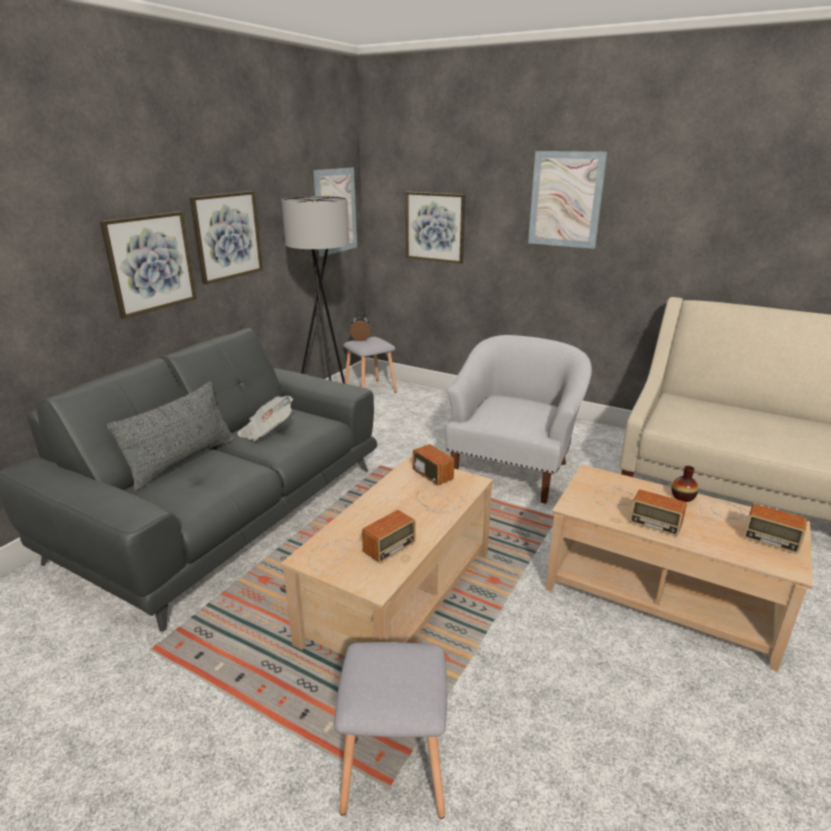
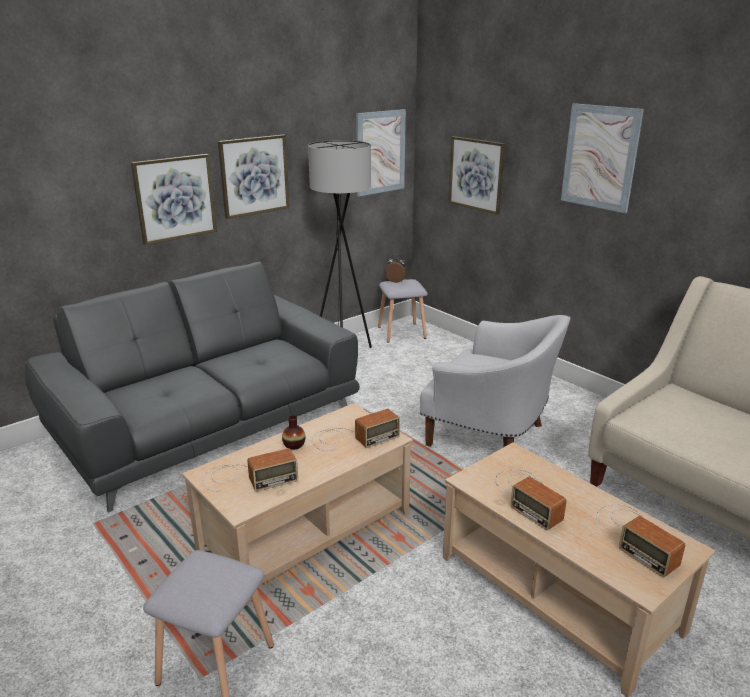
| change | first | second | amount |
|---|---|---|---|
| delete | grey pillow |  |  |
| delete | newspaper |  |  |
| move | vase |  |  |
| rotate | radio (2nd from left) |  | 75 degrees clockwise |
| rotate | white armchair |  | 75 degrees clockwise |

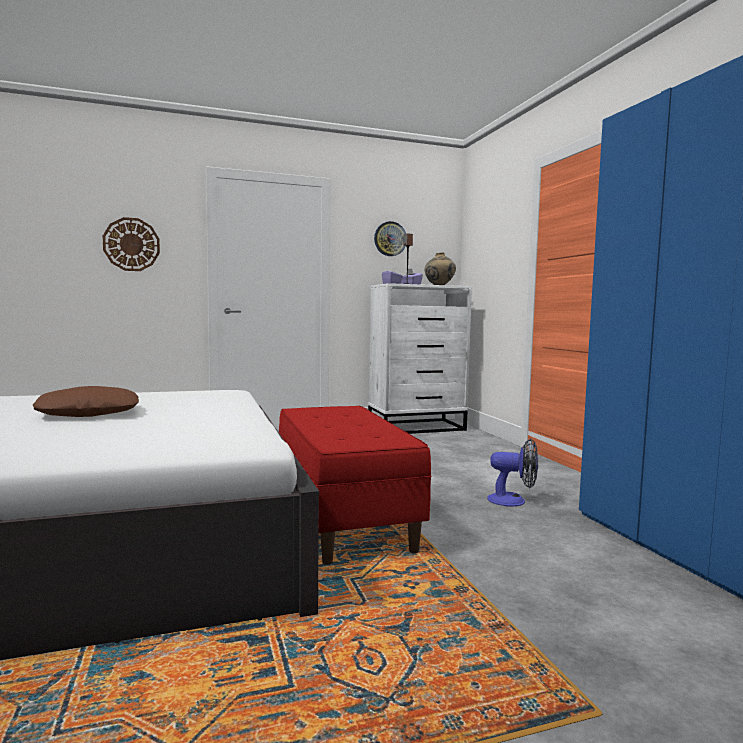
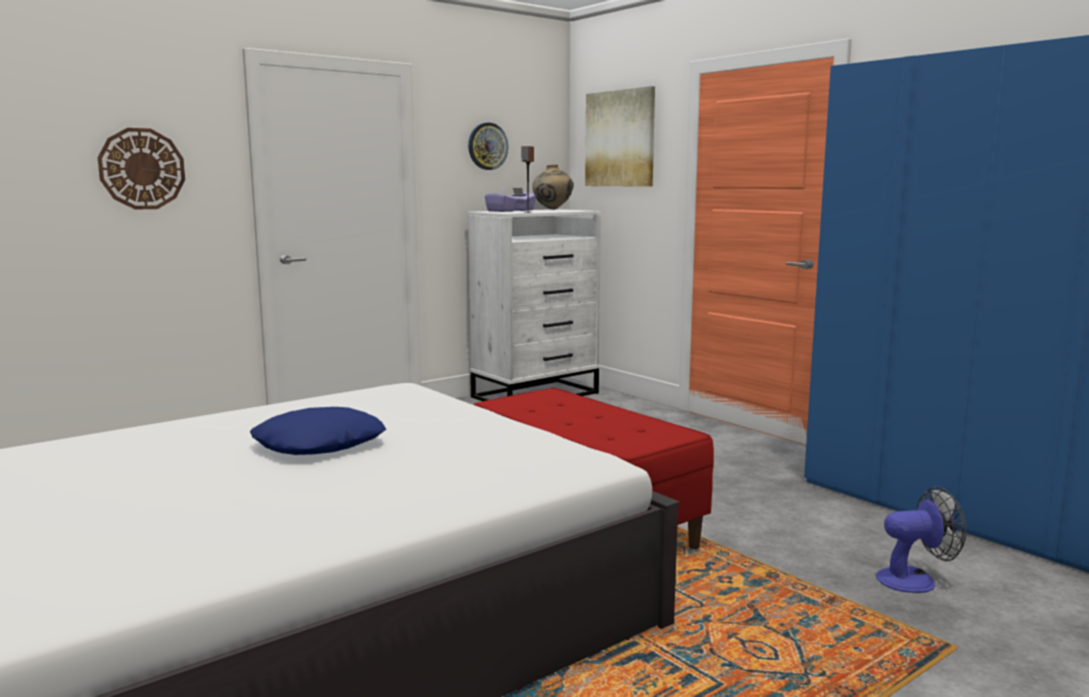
| change | first | second | amount |
|---|---|---|---|
| insert |  | picture |  |
| move | fan |  |  |
| recolor | brown pillow | blue pillow |  |

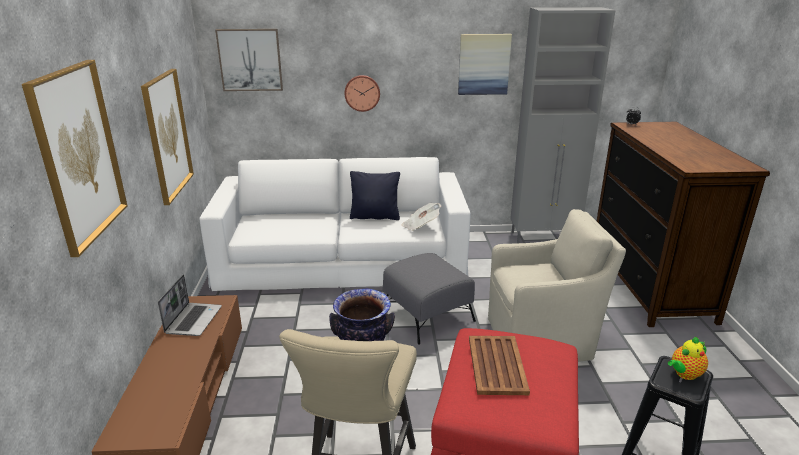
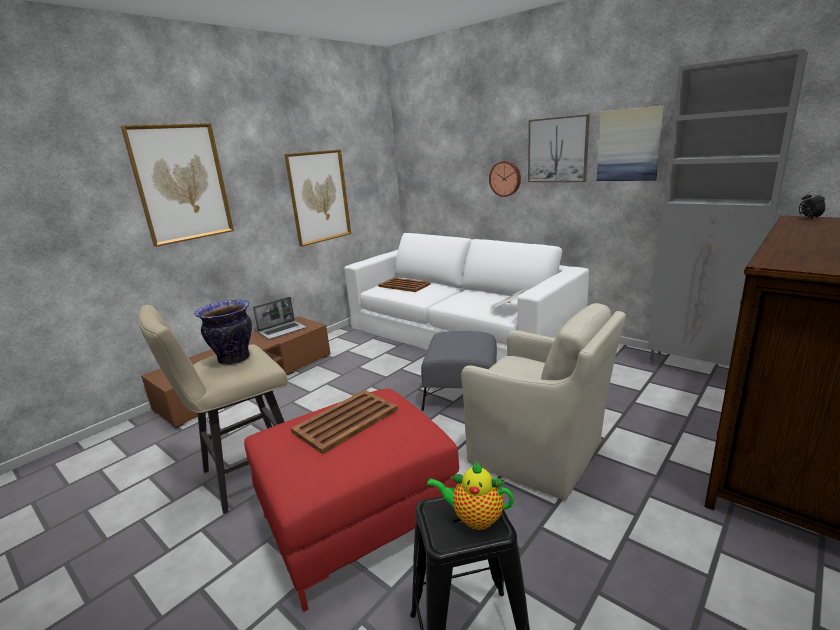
| change | first | second | amount |
|---|---|---|---|
| delete | black pillow |  |  |
| insert |  | brown tray (2nd from left) |  |
| move | picture (3rd from left) |  |  |

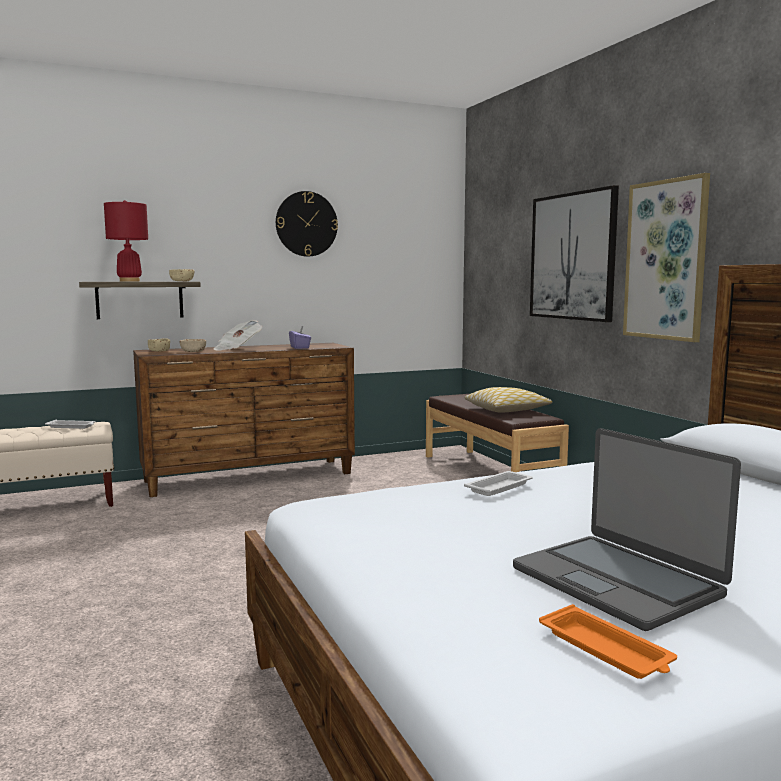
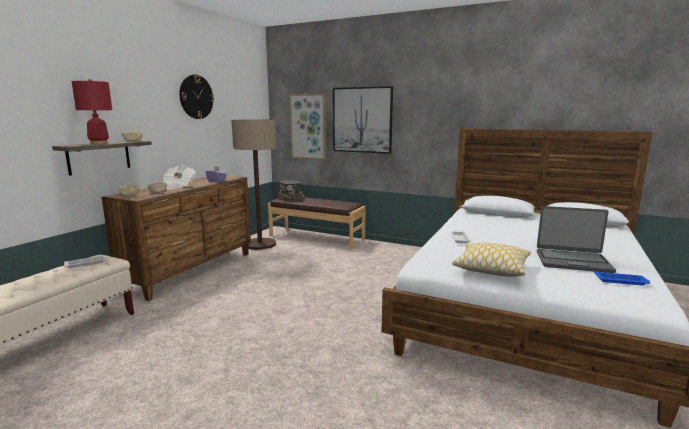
| change | first | second | amount |
|---|---|---|---|
| insert |  | floor lamp |  |
| insert |  | grey hat |  |
| move | pillow |  |  |
| move | picture (2nd from left in the first image) | picture (1st from left) |  |
| recolor | orange tray | blue tray |  |

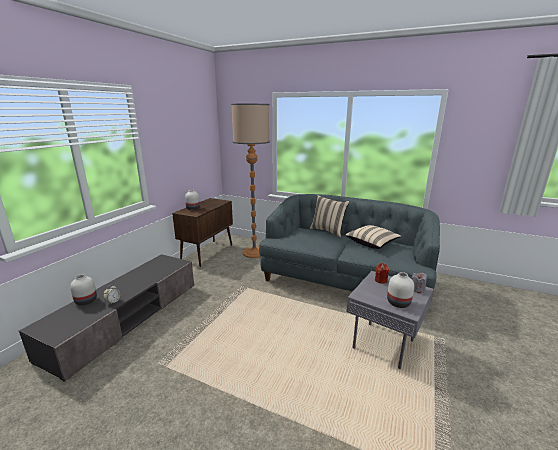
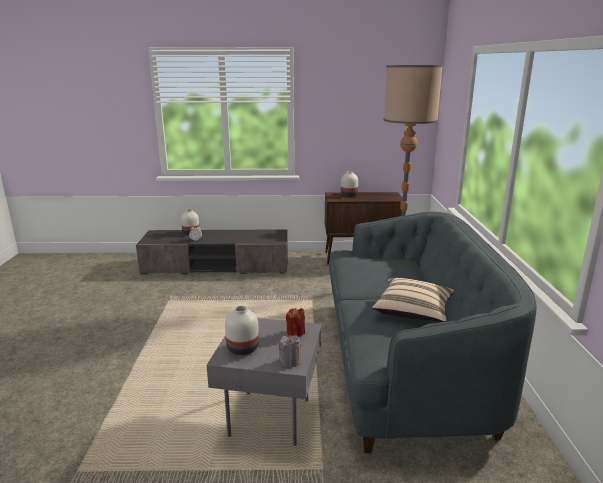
| change | first | second | amount |
|---|---|---|---|
| delete | beige pillow (1st from left) |  |  |

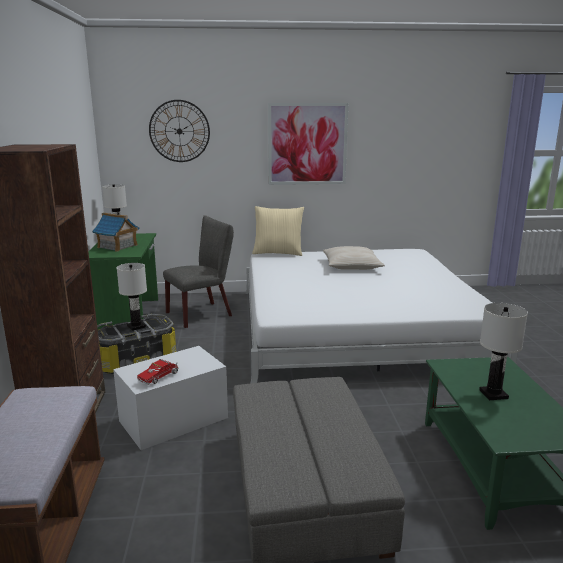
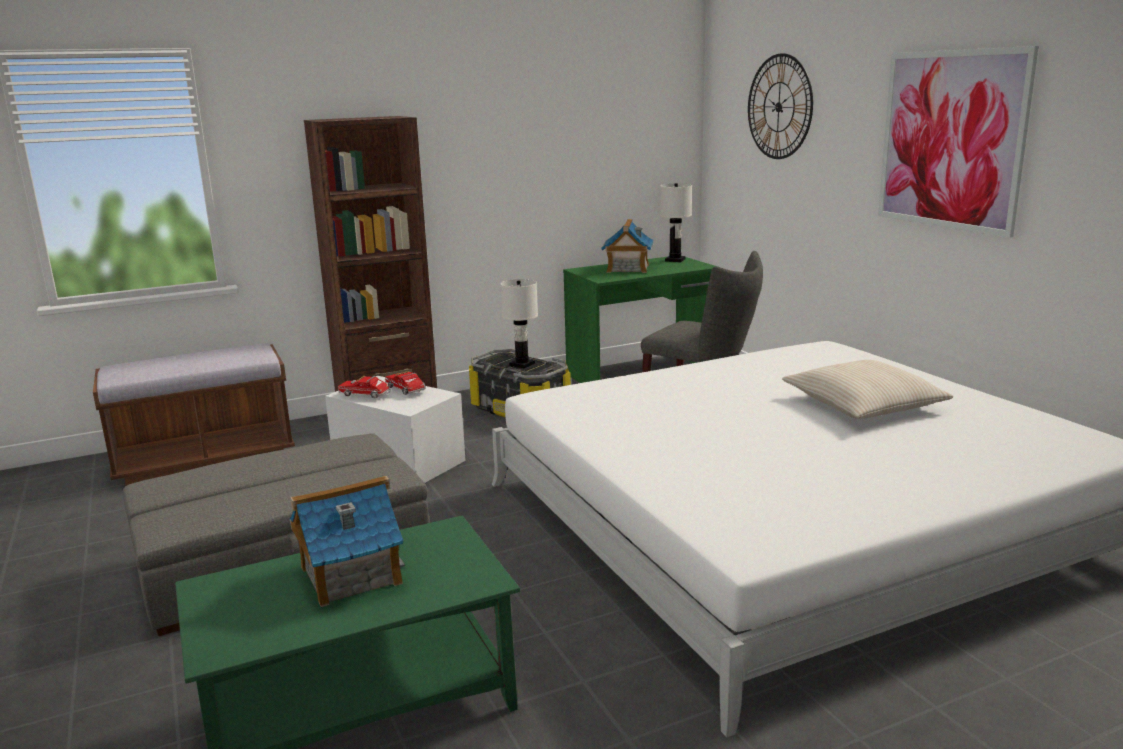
| change | first | second | amount |
|---|---|---|---|
| delete | beige pillow (1st from left) |  |  |
| insert |  | toy truck (2nd from left) |  |
| replace | white table lamp (3rd from left) | toy house (1st from left) |  |

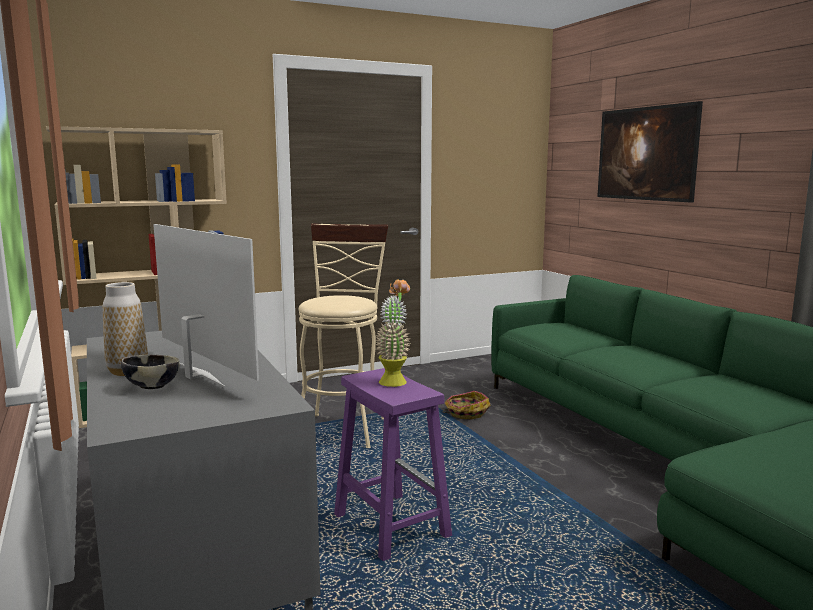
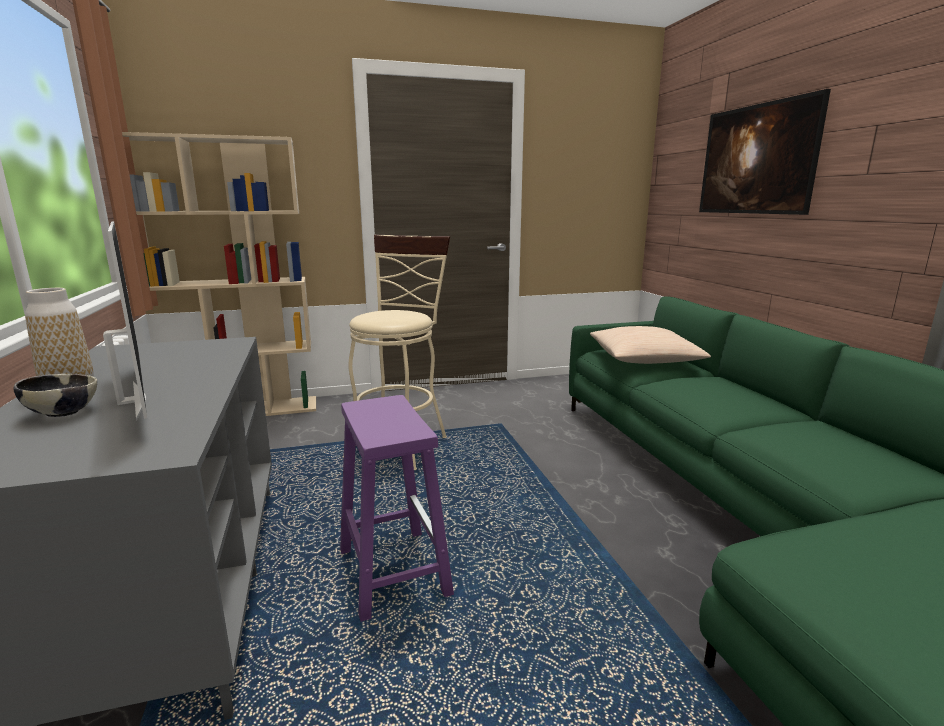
| change | first | second | amount |
|---|---|---|---|
| delete | potted plant |  |  |
| delete | basket |  |  |
| insert |  | beige pillow |  |

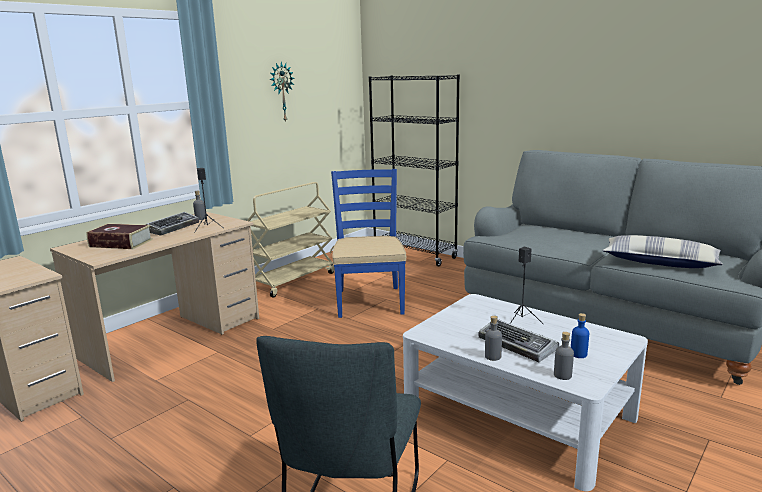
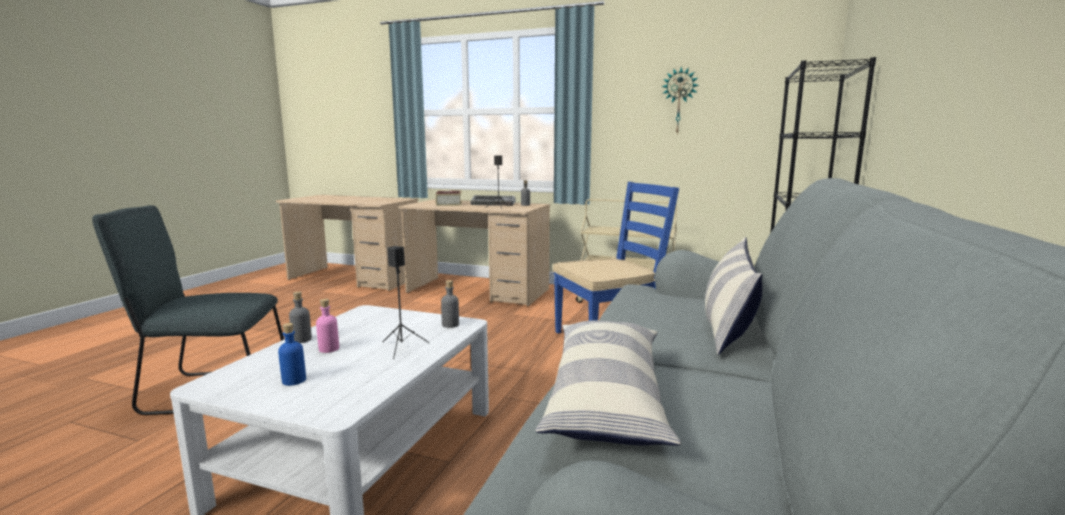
| change | first | second | amount |
|---|---|---|---|
| insert |  | pillow (2nd from left) |  |
| move | grey bottle (3rd from left in the first image) | grey bottle (2nd from left) |  |
| replace | keyboard (2nd from left) | pink bottle |  |

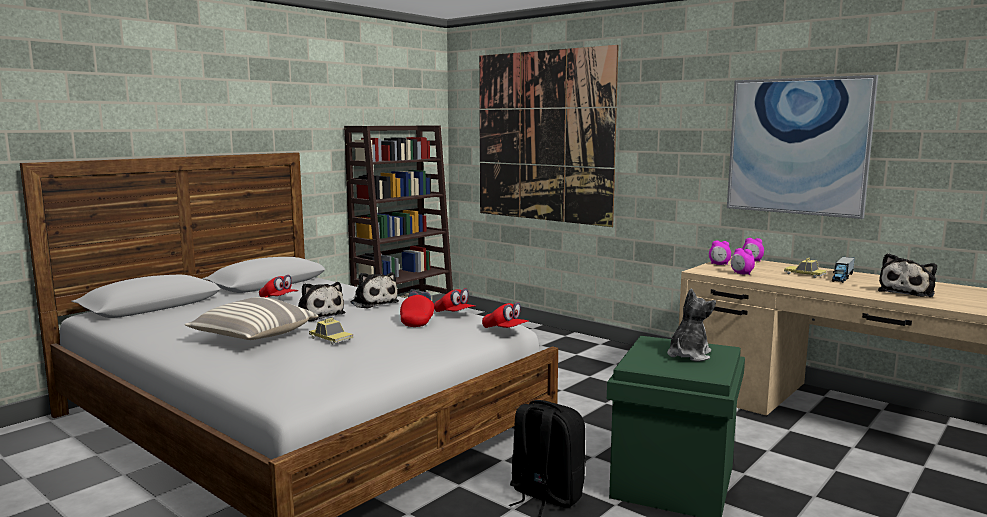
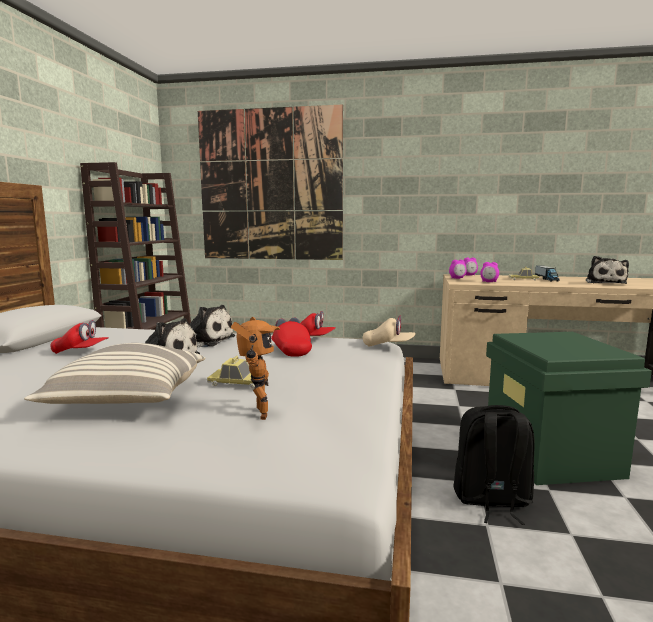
| change | first | second | amount |
|---|---|---|---|
| delete | plush toy (3rd from left) |  |  |
| delete | picture (2nd from left) |  |  |
| insert |  | toy robot |  |
| recolor | red cap (4th from left) | beige cap |  |

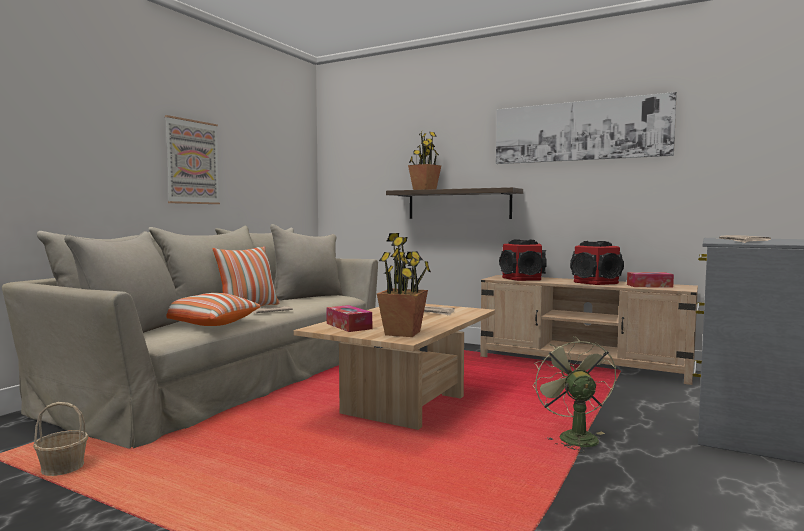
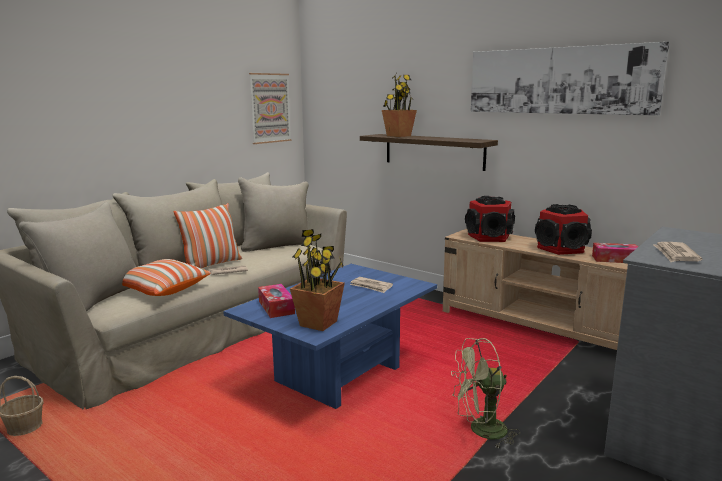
| change | first | second | amount |
|---|---|---|---|
| move | picture (1st from left) |  |  |
| recolor | beige coffee table | blue coffee table |  |
| rotate | green fan |  | 105 degrees counterclockwise |

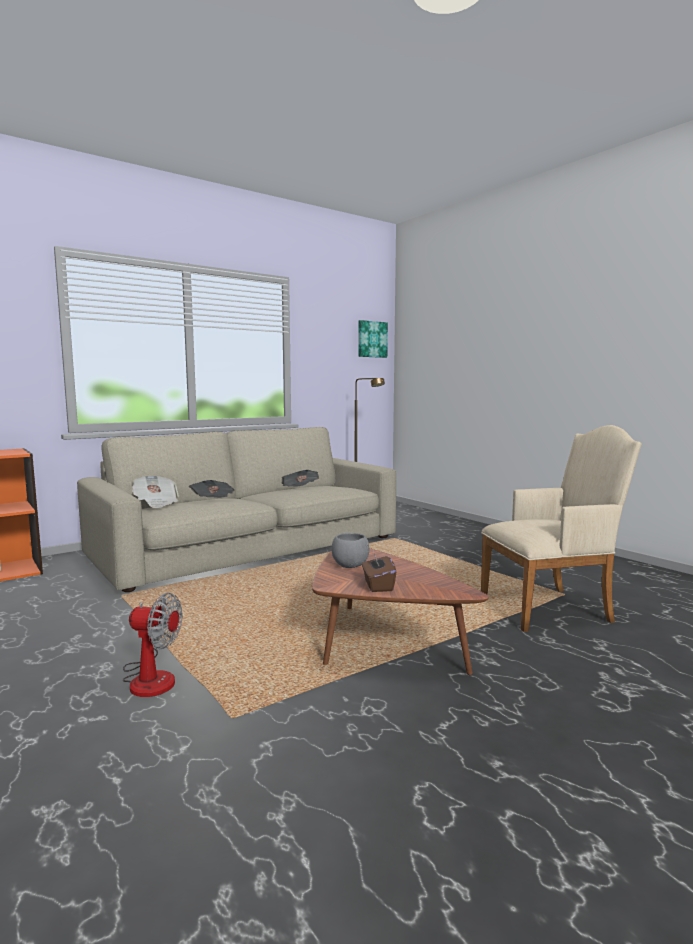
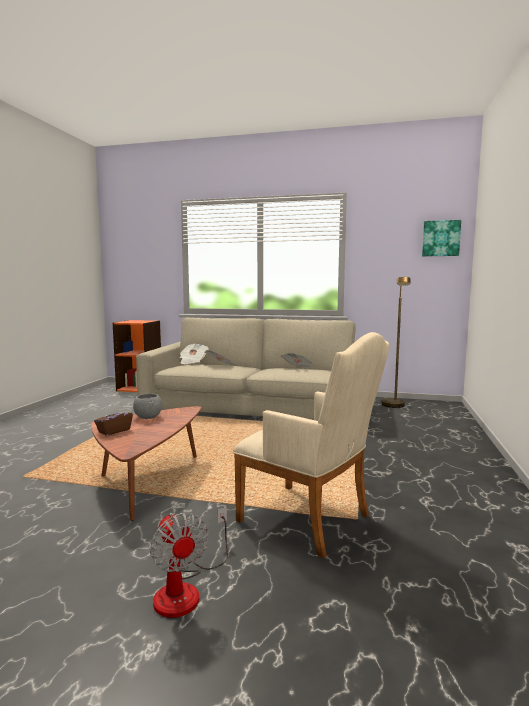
| change | first | second | amount |
|---|---|---|---|
| move | fan |  |  |

